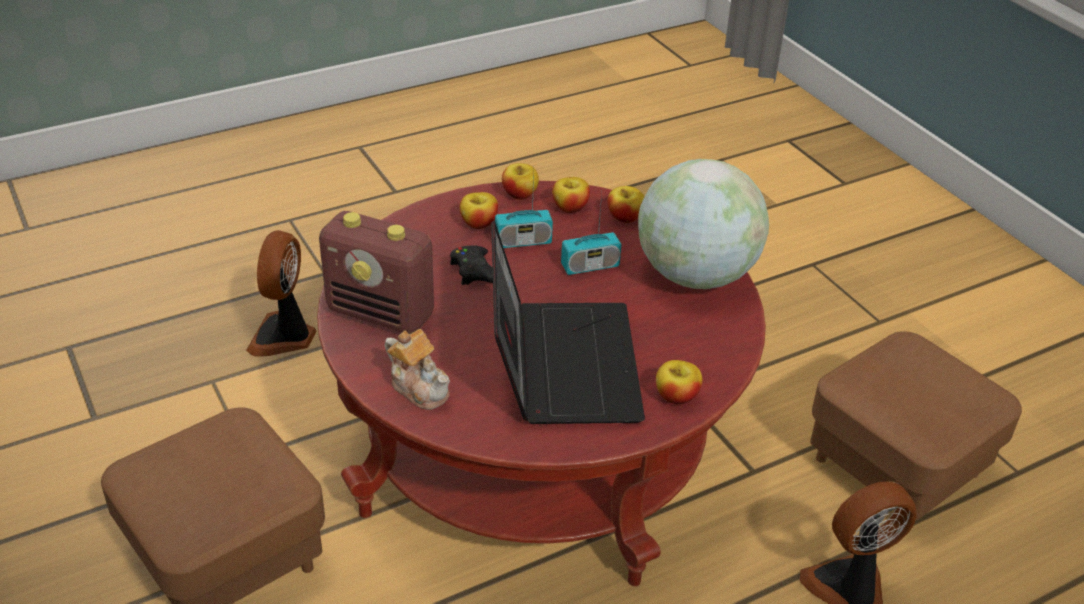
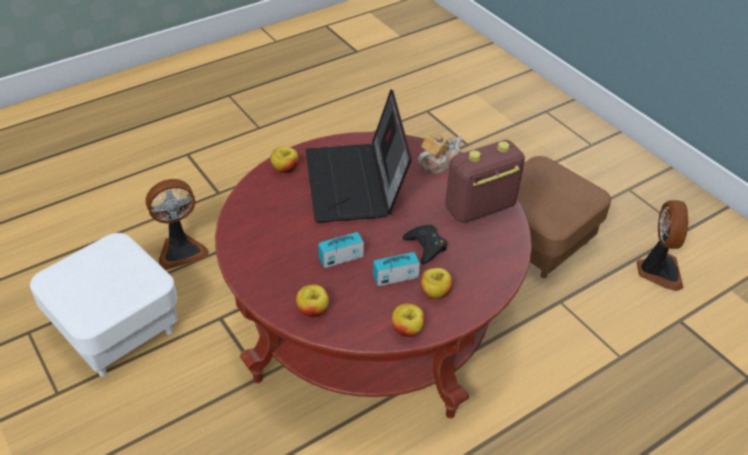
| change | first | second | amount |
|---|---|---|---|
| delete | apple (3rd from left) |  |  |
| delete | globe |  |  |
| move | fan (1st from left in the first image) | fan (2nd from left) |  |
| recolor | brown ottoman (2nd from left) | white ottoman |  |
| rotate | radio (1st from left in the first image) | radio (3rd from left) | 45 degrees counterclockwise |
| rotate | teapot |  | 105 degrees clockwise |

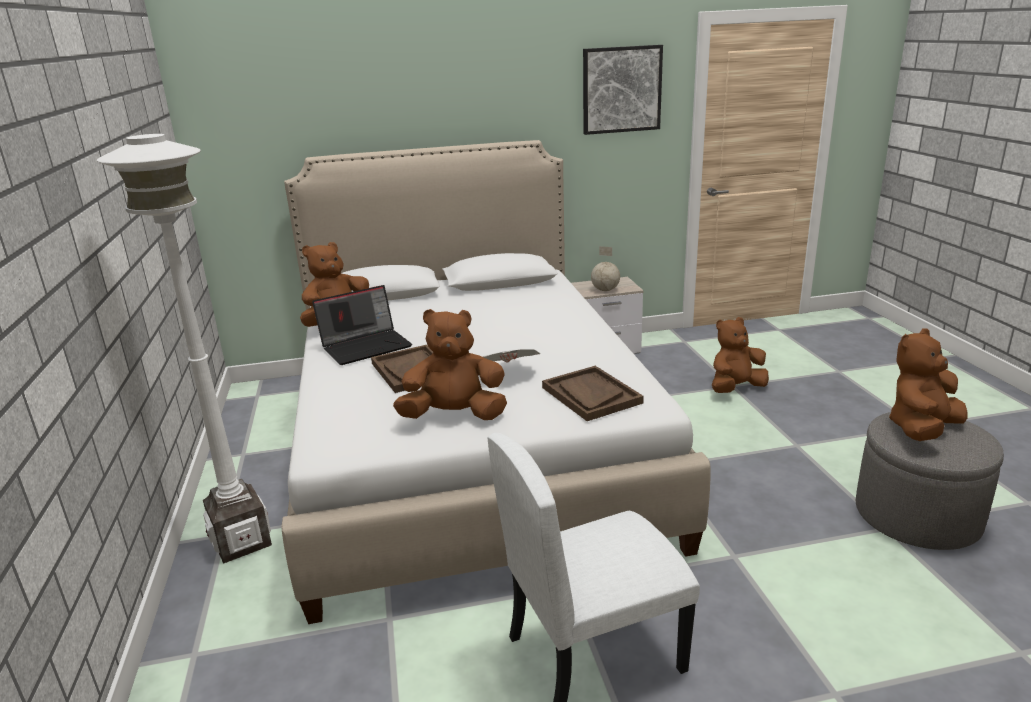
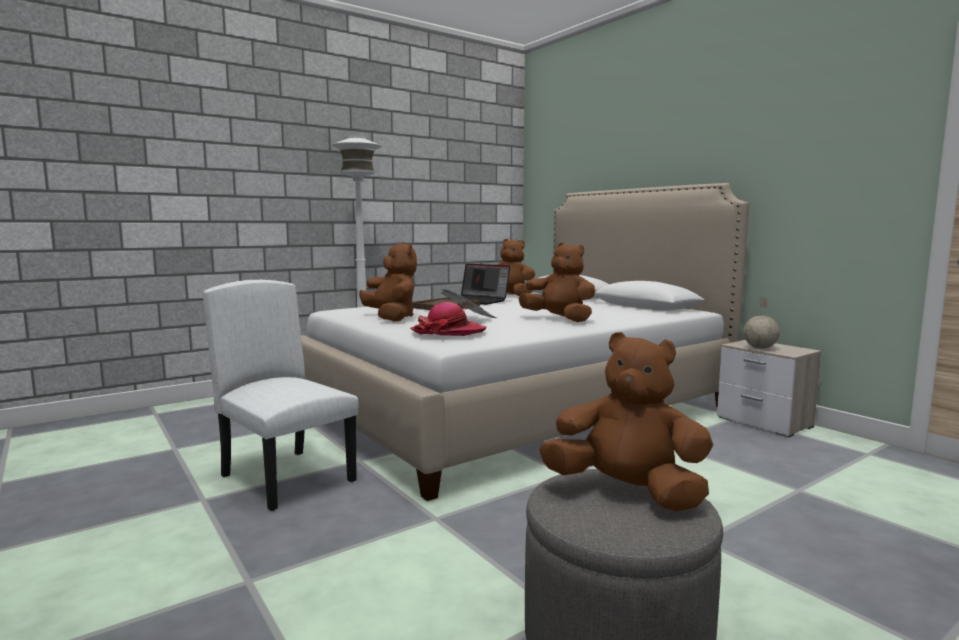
| change | first | second | amount |
|---|---|---|---|
| delete | picture |  |  |
| move | brown plush toy (3rd from left) |  |  |
| replace | brown tray (2nd from left) | hat |  |

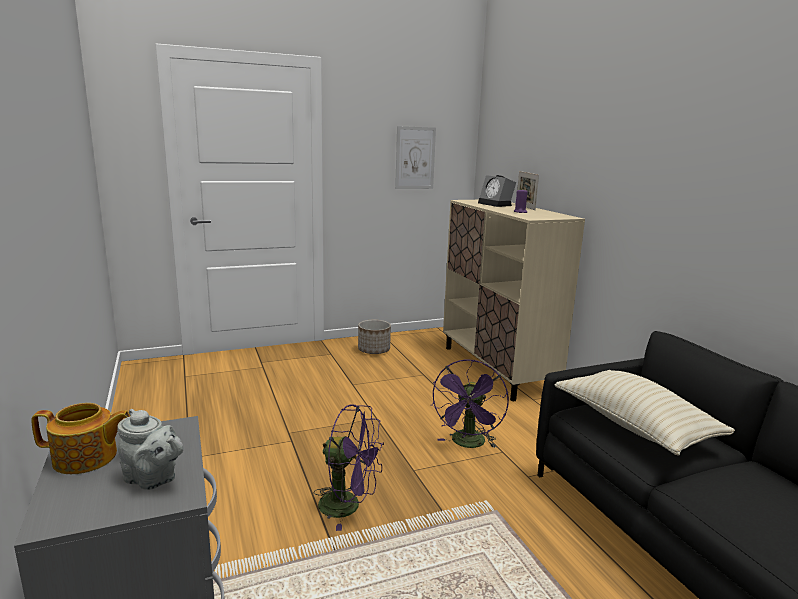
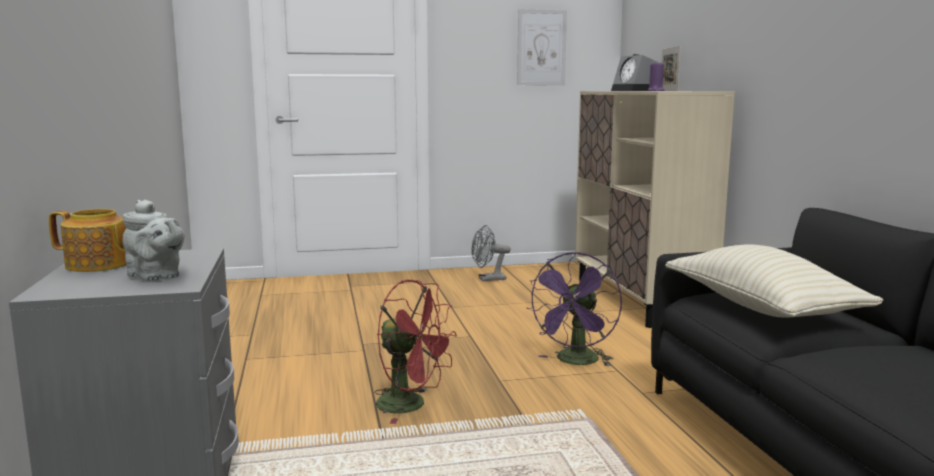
| change | first | second | amount |
|---|---|---|---|
| replace | planter | grey fan |  |
| recolor | purple fan (1st from left) | red fan |  |

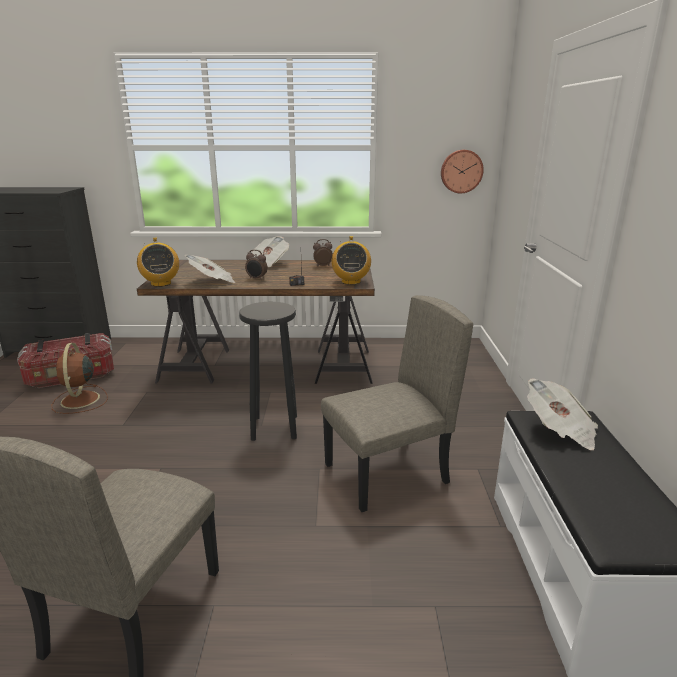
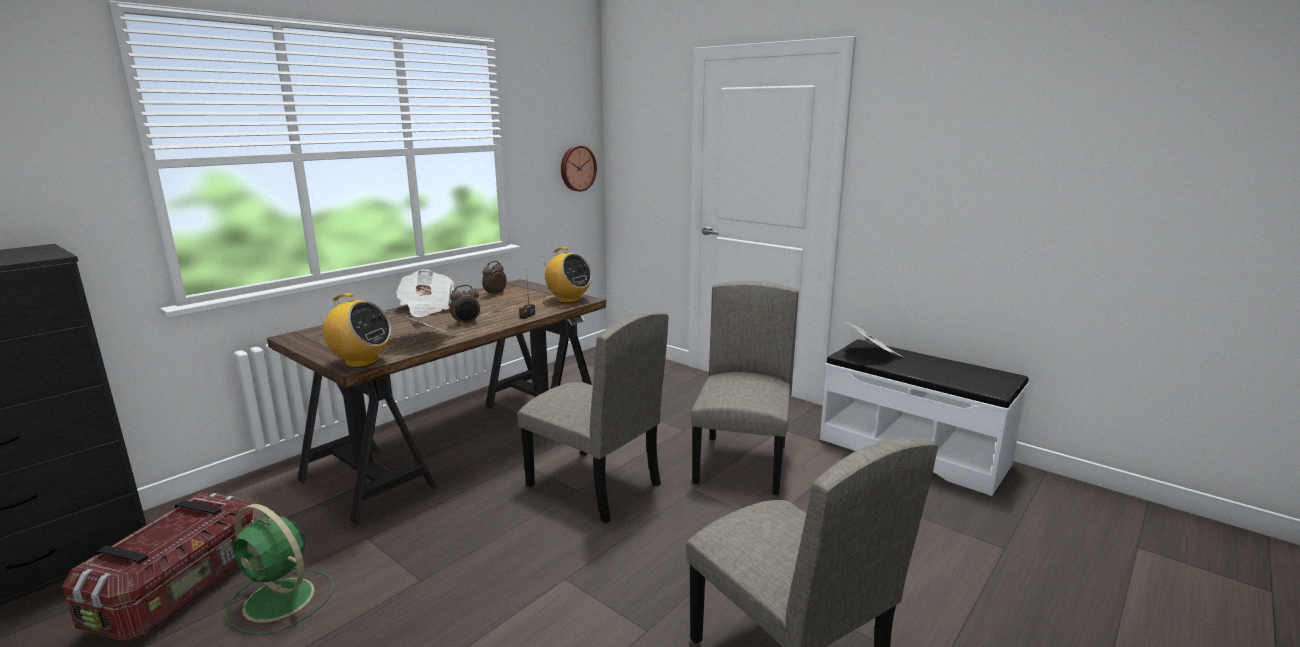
| change | first | second | amount |
|---|---|---|---|
| replace | black stool | beige chair (1st from left) |  |
| recolor | brown fan | green fan |  |

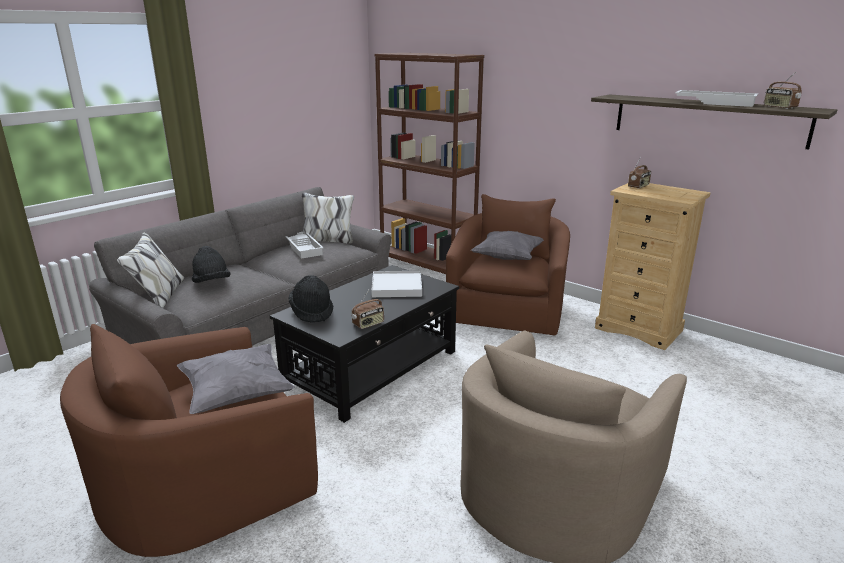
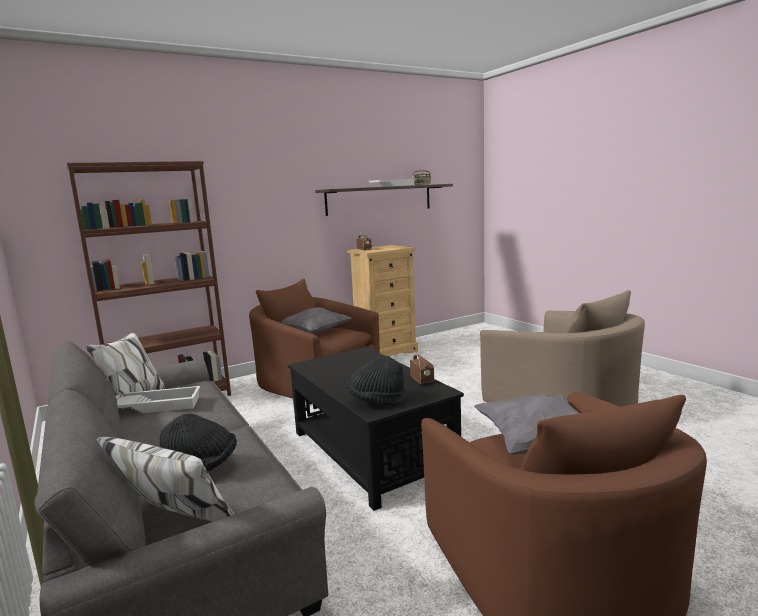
| change | first | second | amount |
|---|---|---|---|
| delete | white tray (2nd from left) |  |  |

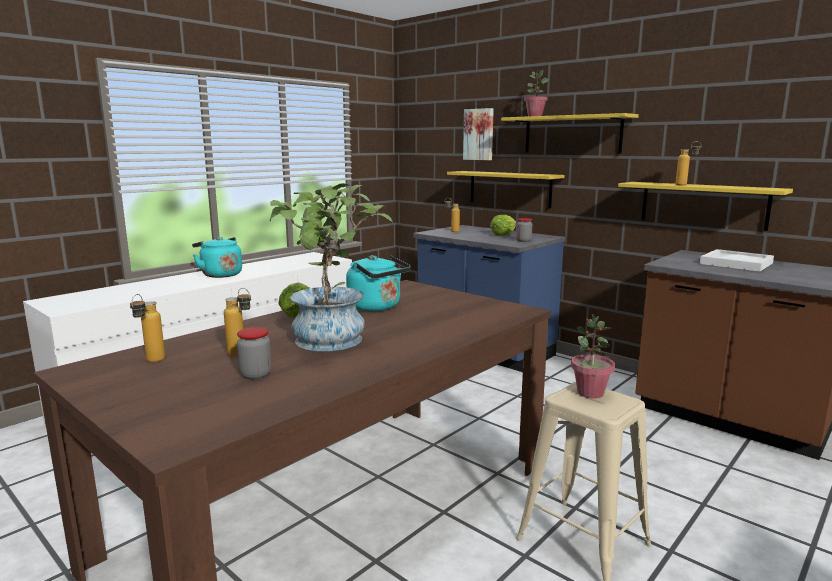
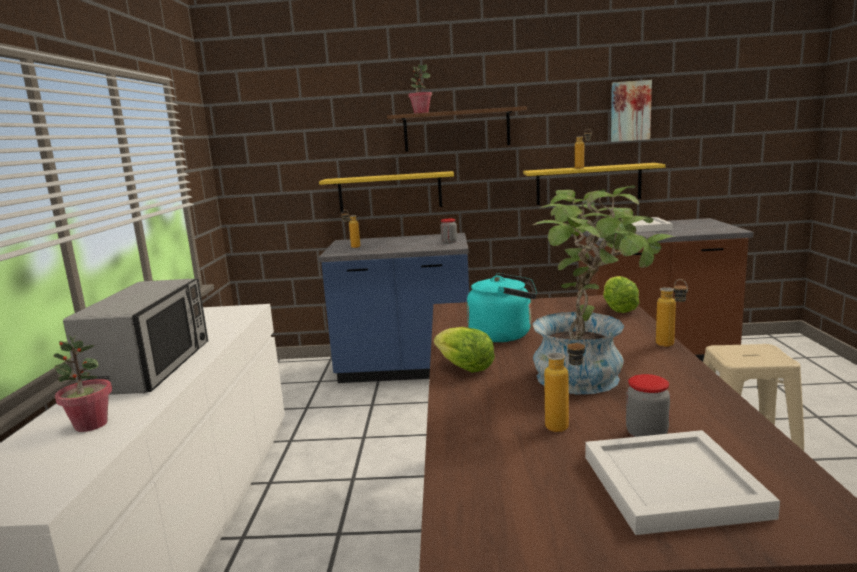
| change | first | second | amount |
|---|---|---|---|
| insert |  | white tray (2nd from left) |  |
| move | bottle (1st from left in the first image) | bottle (4th from left) |  |
| move | picture |  |  |
| move | lettuce (2nd from left) |  |  |
| move | potted plant (3rd from left in the first image) | potted plant (1st from left) |  |
| replace | turquoise kettle (1st from left) | microwave |  |
| recolor | yellow shelf (2nd from left) | brown shelf |  |

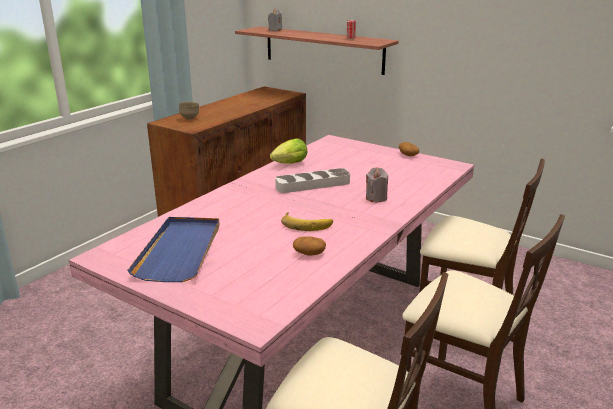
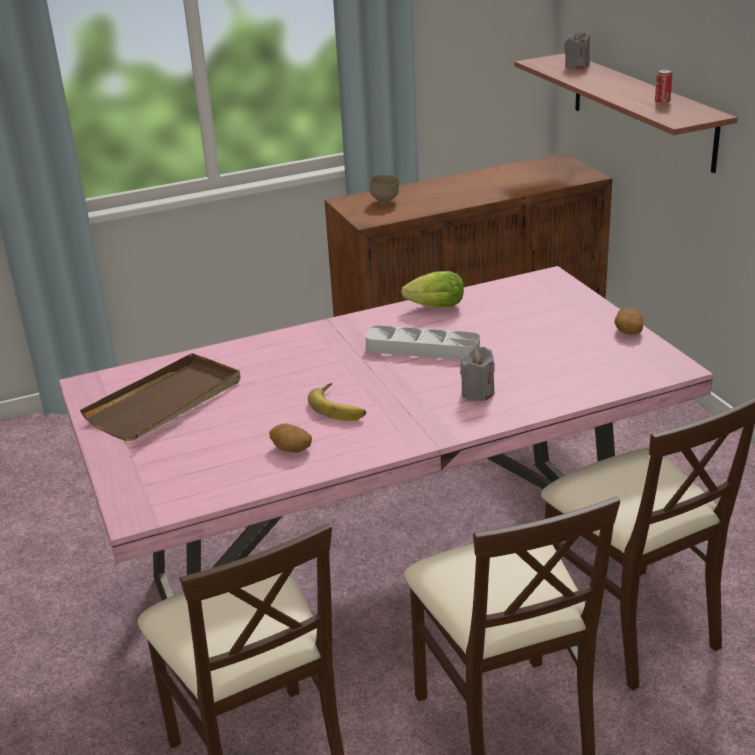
| change | first | second | amount |
|---|---|---|---|
| recolor | blue tray | brown tray |  |

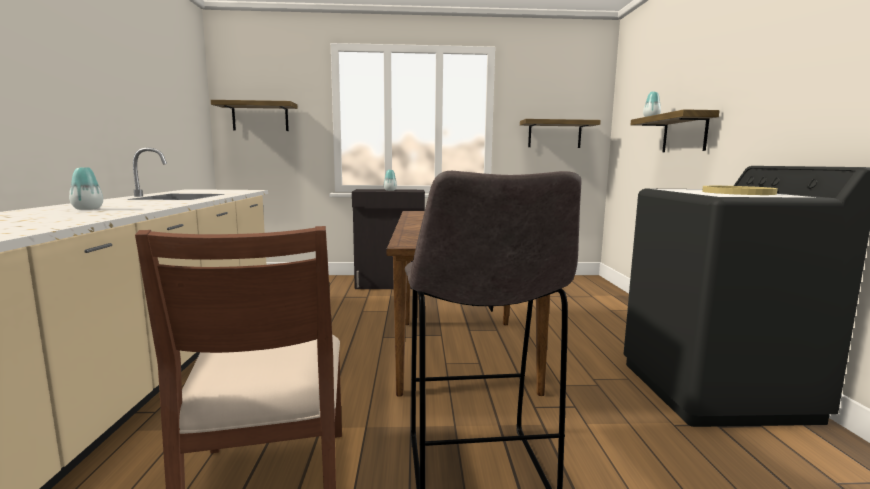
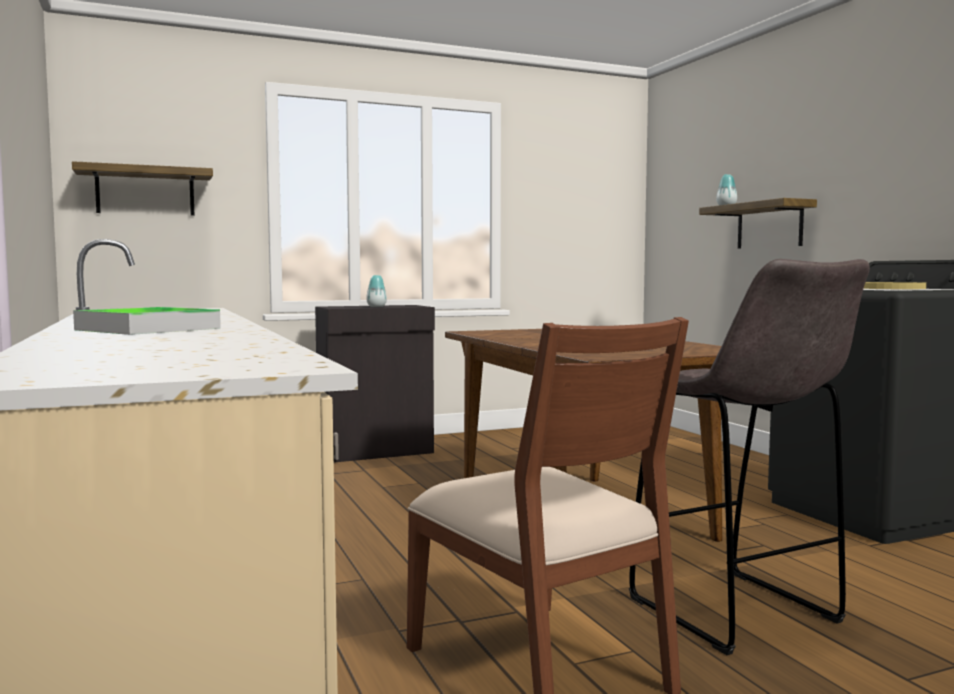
| change | first | second | amount |
|---|---|---|---|
| delete | shelf (2nd from left) |  |  |
| replace | vase (1st from left) | tray |  |

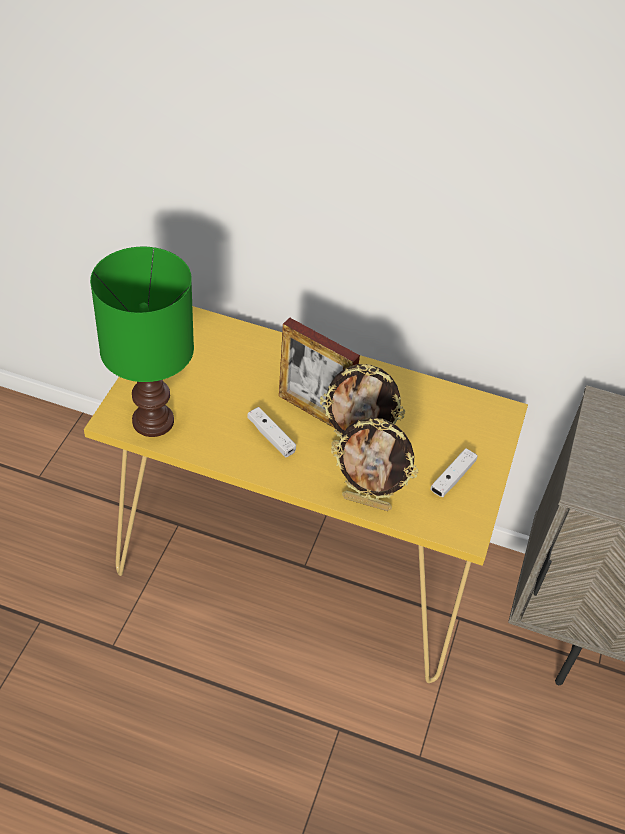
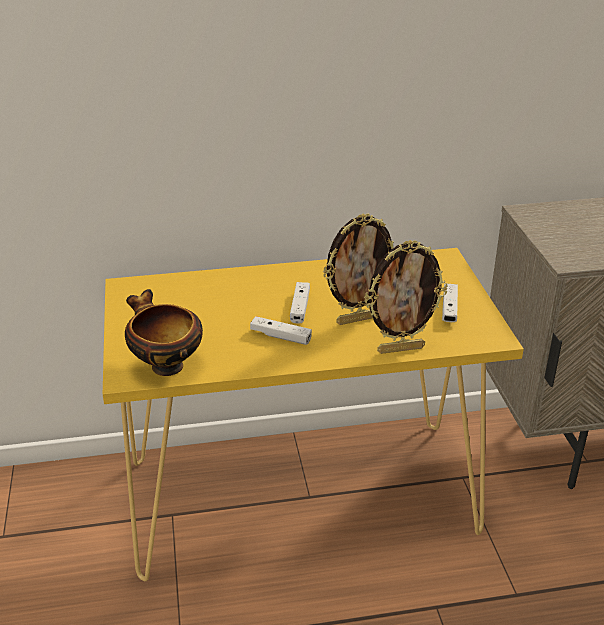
| change | first | second | amount |
|---|---|---|---|
| replace | green table lamp | bowl |  |
| replace | picture frame (1st from left) | white game controller (2nd from left) |  |

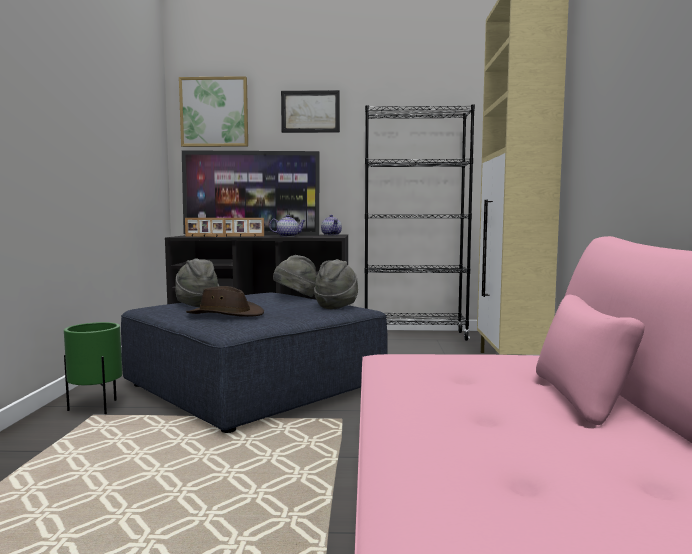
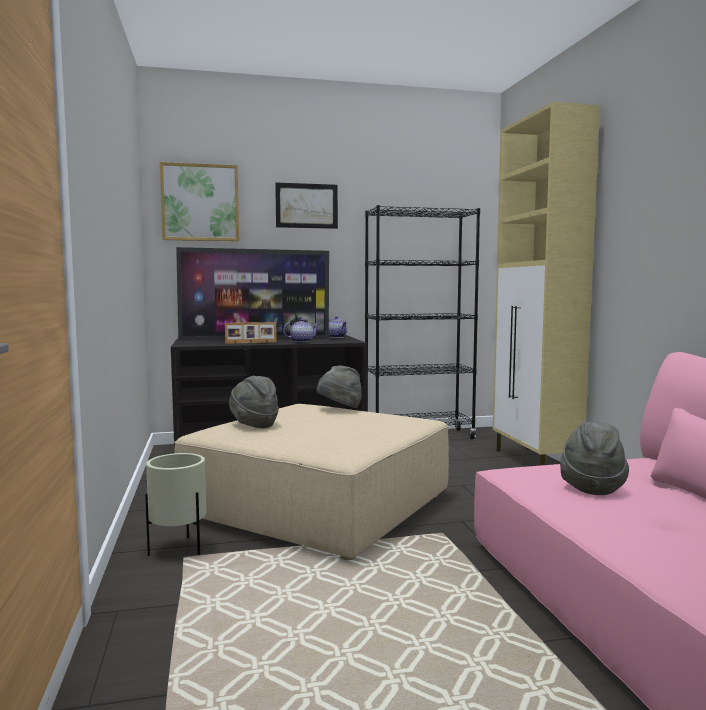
| change | first | second | amount |
|---|---|---|---|
| delete | picture frame (1st from left) |  |  |
| delete | brown hat |  |  |
| move | grey hat (3rd from left) |  |  |
| recolor | green planter | beige planter |  |
| recolor | blue ottoman | beige ottoman |  |

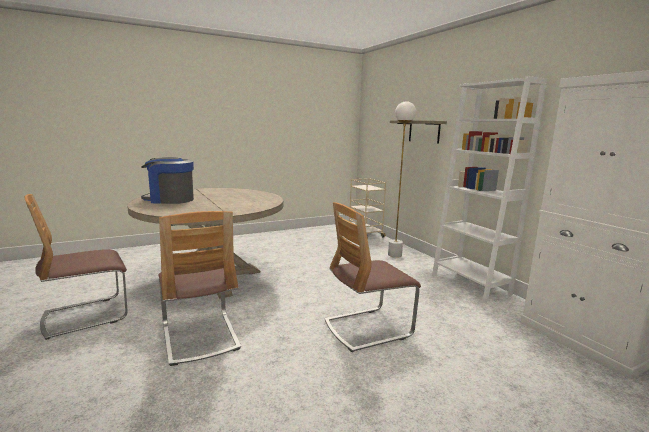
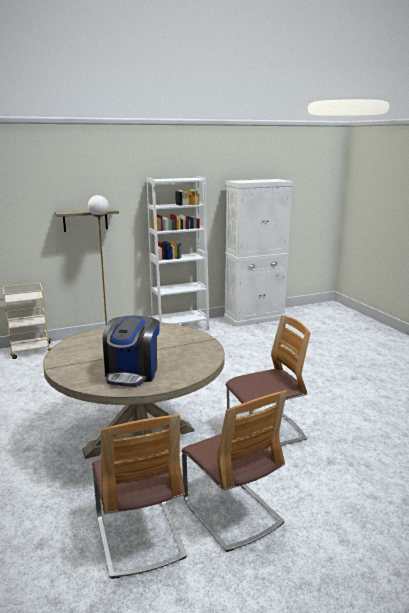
| change | first | second | amount |
|---|---|---|---|
| move | chair (3rd from left in the first image) | chair (1st from left) |  |

